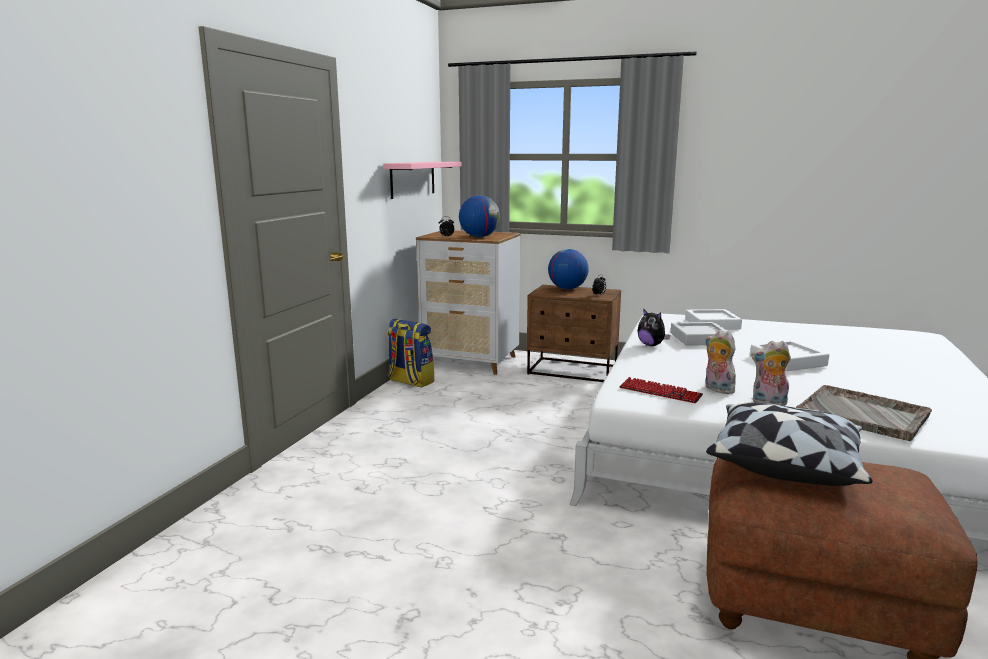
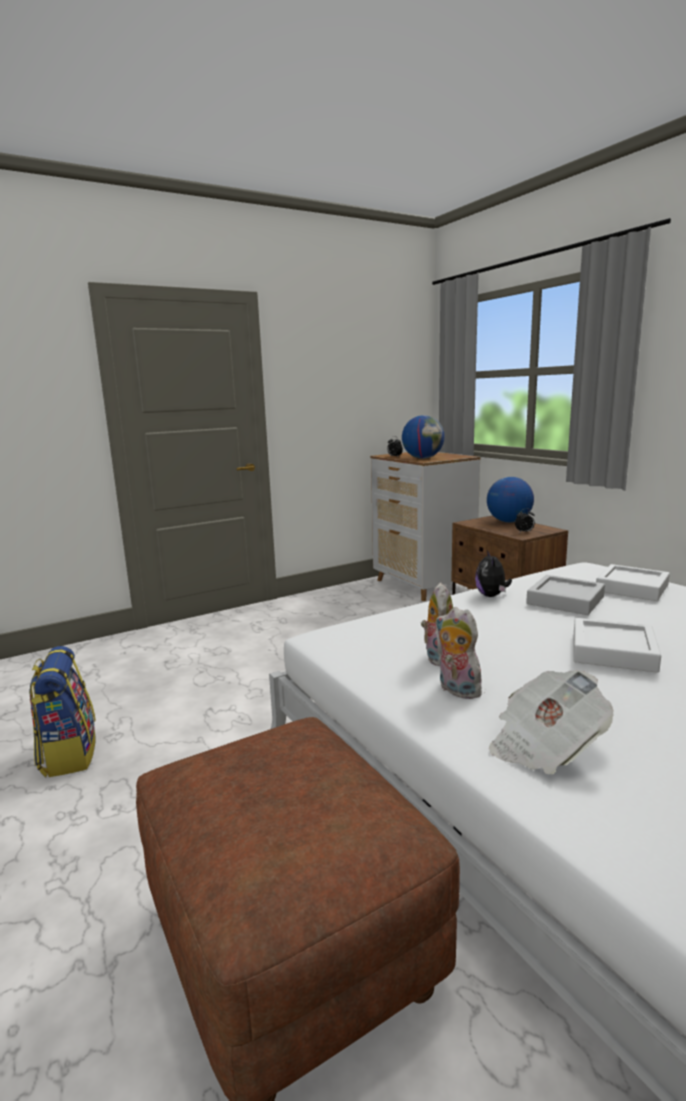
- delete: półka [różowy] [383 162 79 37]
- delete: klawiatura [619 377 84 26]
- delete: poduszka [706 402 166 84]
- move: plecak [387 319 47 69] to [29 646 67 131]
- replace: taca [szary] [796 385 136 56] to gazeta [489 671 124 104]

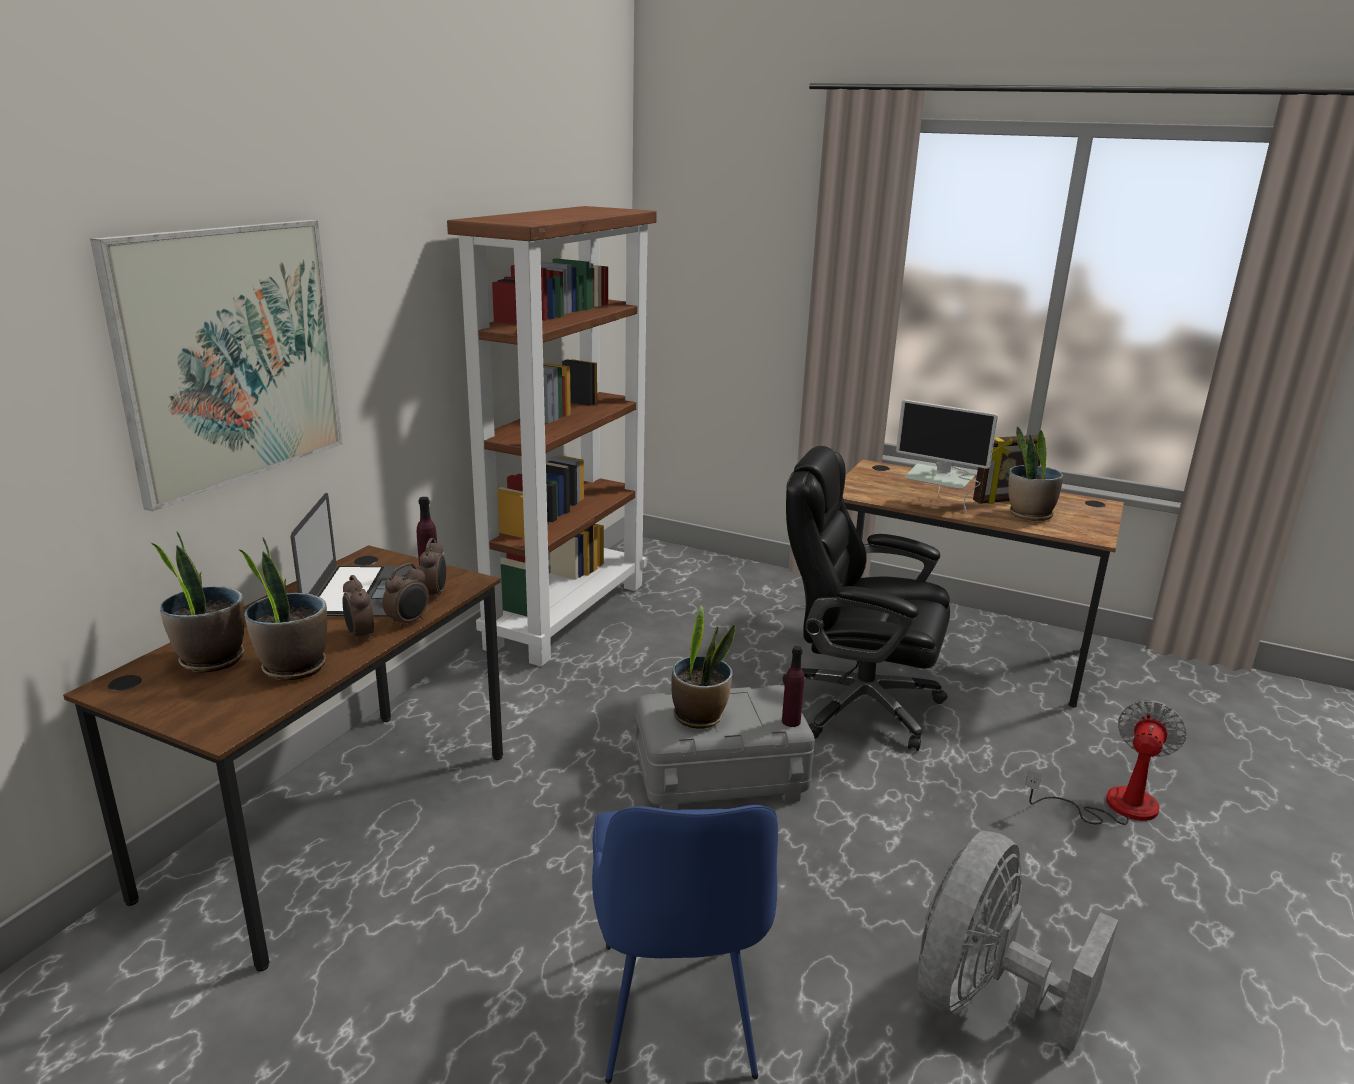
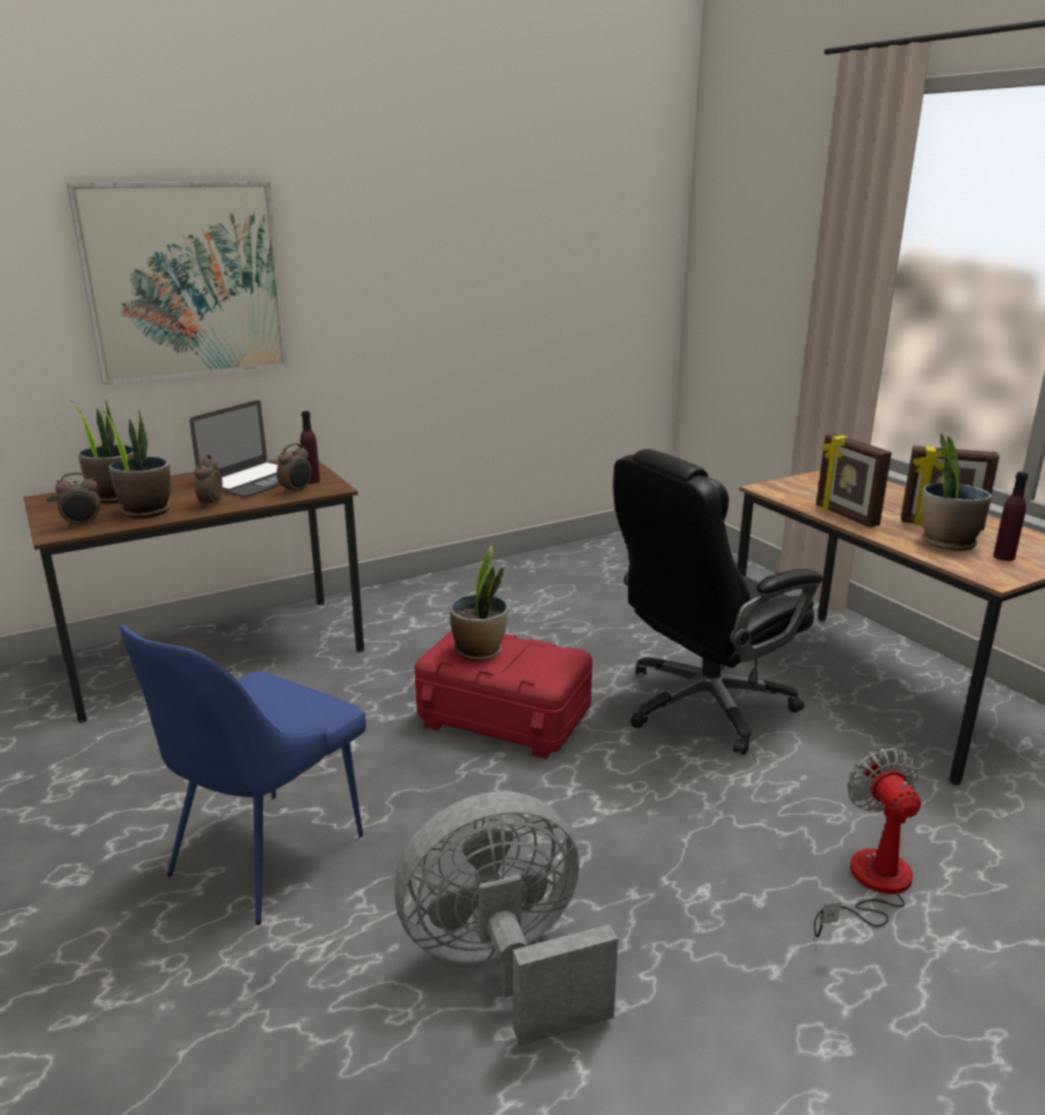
- delete: regał [brązowy] [447 206 210 461]
- move: budzik [382 563 47 66] to [55 473 46 55]
- move: butelka [fioletowy] [782 646 22 81] to [993 472 35 89]
- replace: monitor [896 400 102 113] to ramka na zdjęcie [816 433 76 94]
- recolor: pojemnik do przechowywania [szary] [636 685 179 125] to pojemnik do przechowywania [czerwony] [415 630 178 129]
- rotate: krzesło biurowe [czarny] [783 446 167 305] = [613 449 210 306] 90 degrees counterclockwise
- rotate: wentylator [1025 700 162 125] = [814 748 107 190] 75 degrees counterclockwise

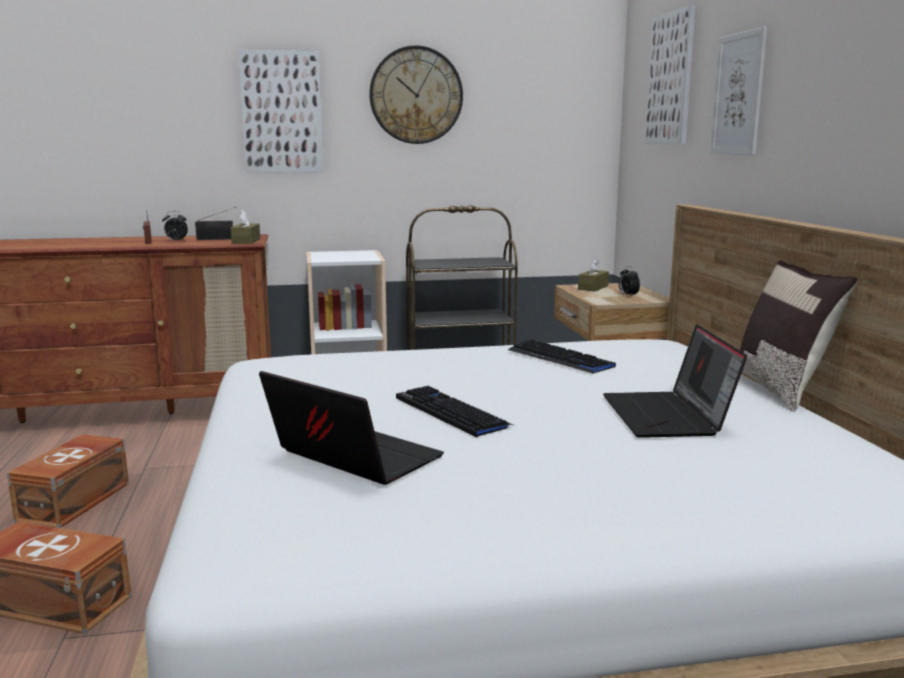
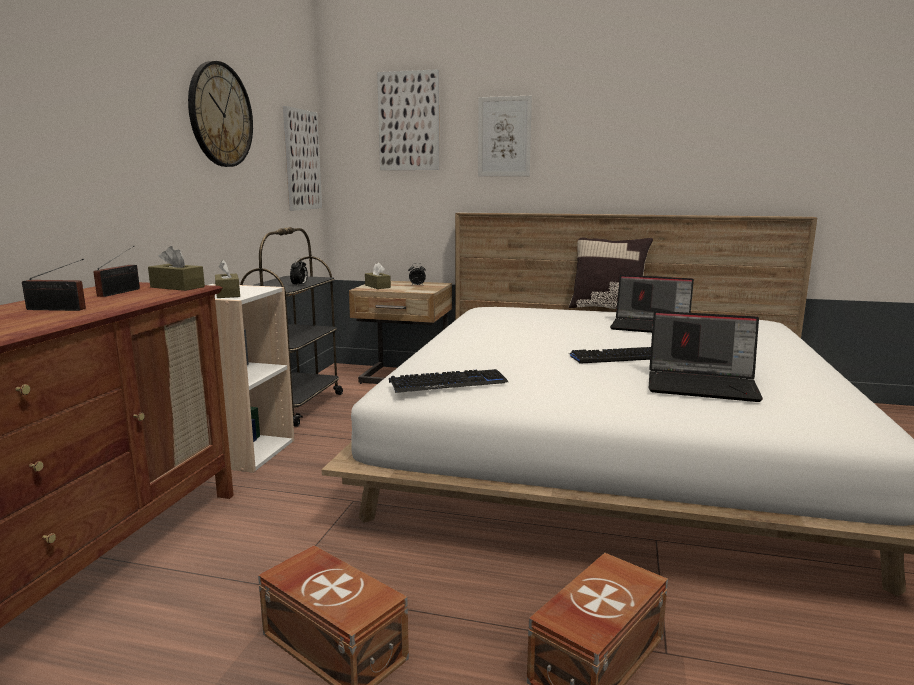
- insert: pudełko chusteczek [brązowy] [215 260 25 38]
- move: budzik [162 211 26 31] to [290 258 18 29]
- move: obraz [238 50 86 123] to [283 106 39 105]
- move: klawiatura [508 340 108 33] to [389 369 119 24]
- rotate: laptop [259 371 185 114] = [649 311 114 91] 135 degrees counterclockwise

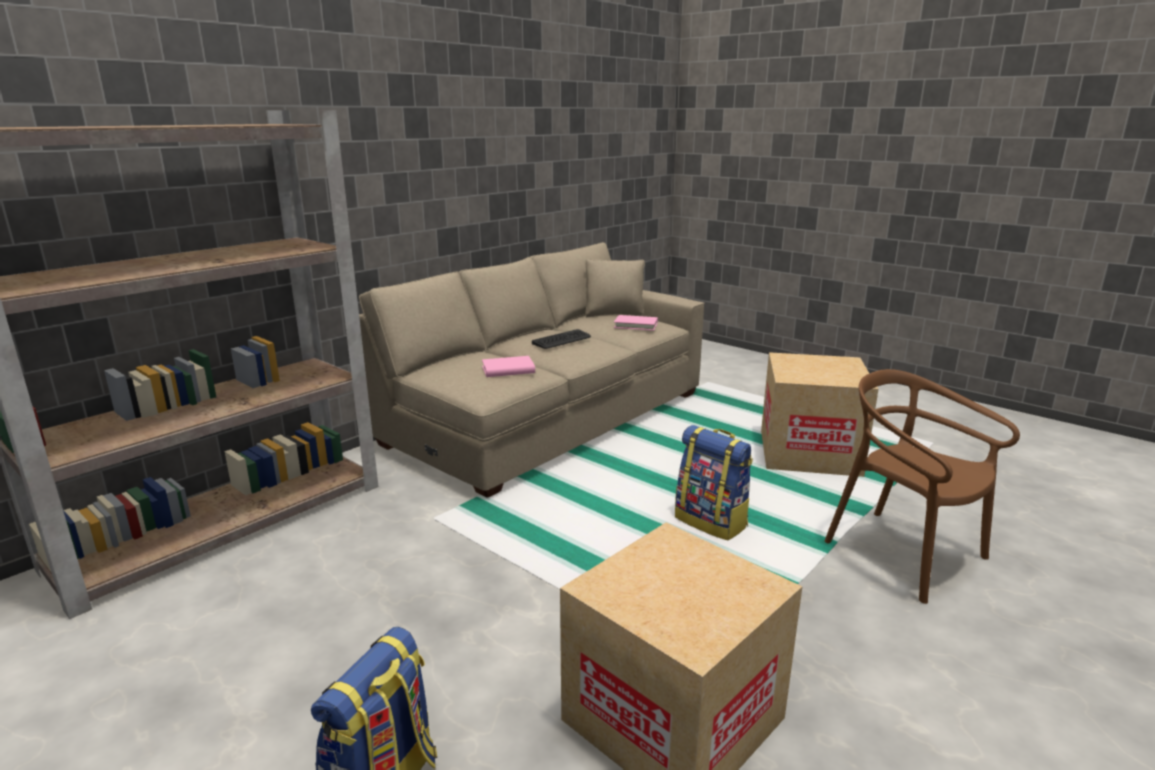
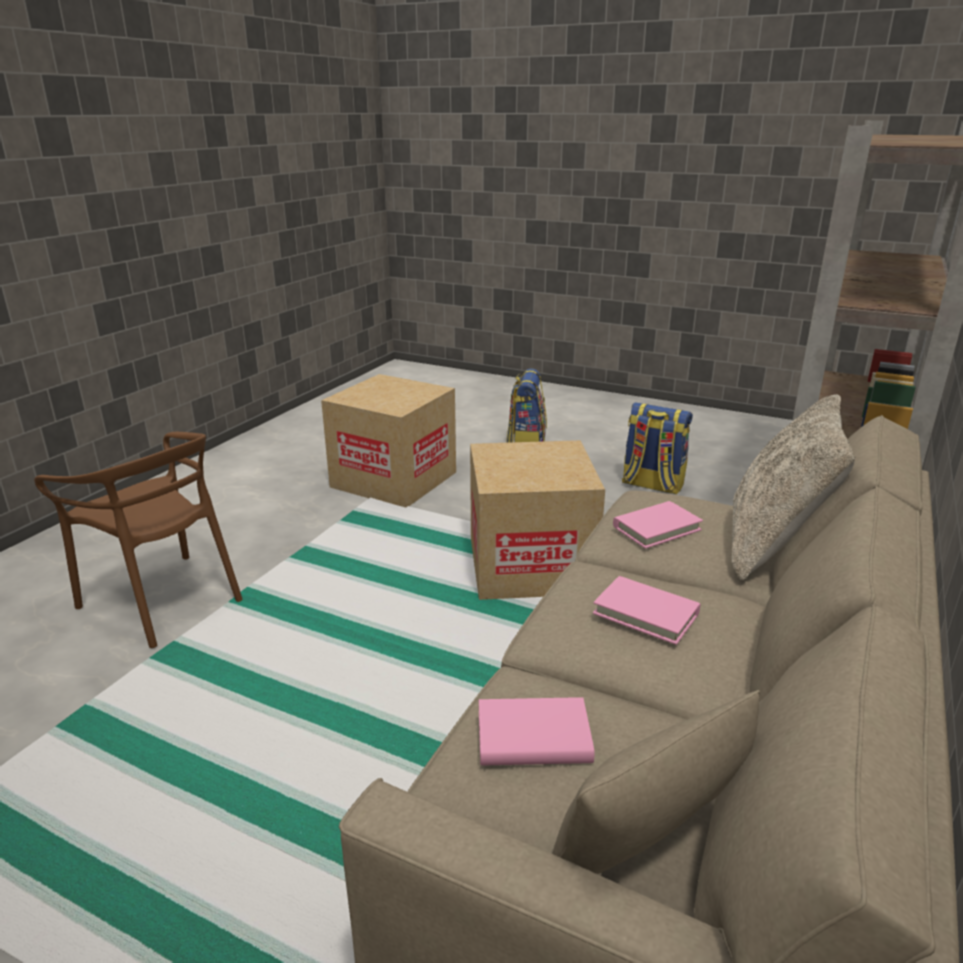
- insert: poduszka [beżowy] [732 394 123 186]
- move: plecak [675 425 78 115] to [622 402 71 93]
- move: karton [761 352 117 125] to [470 440 135 160]
- replace: klawiatura [532 329 59 20] to książka [różowy] [593 576 108 69]

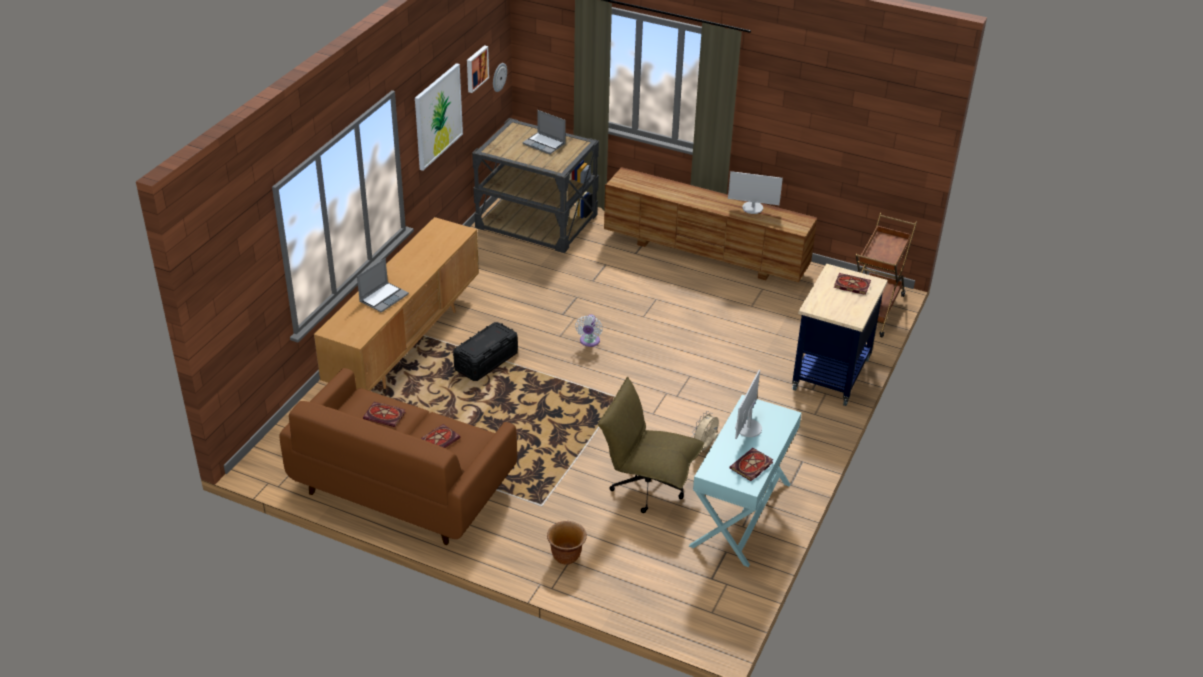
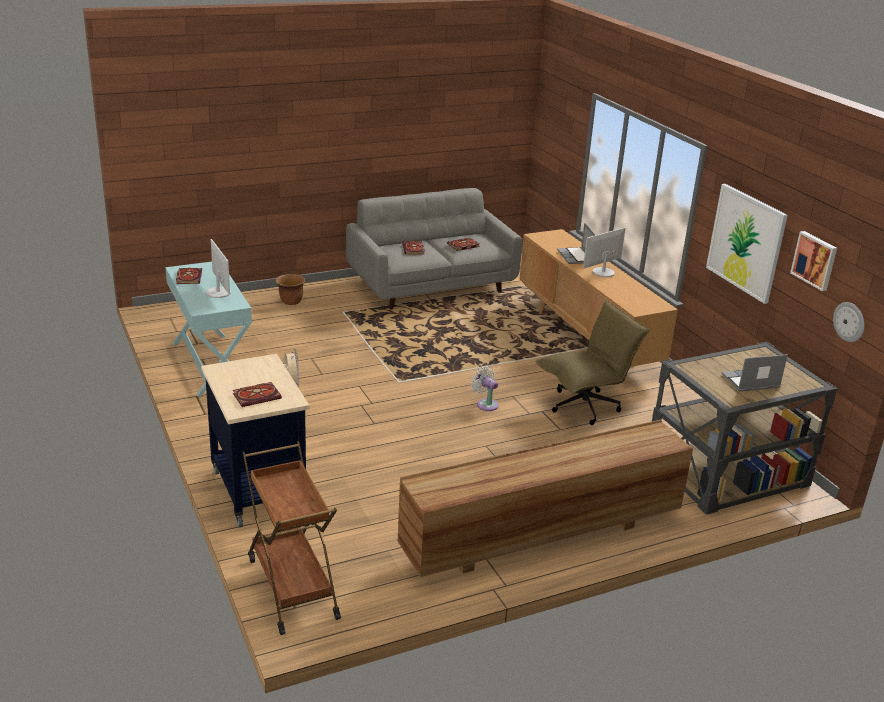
- delete: pojemnik do przechowywania [czarny] [453 322 65 59]
- move: krzesło biurowe [beżowy] [598 377 106 136] to [535 301 114 124]
- move: monitor [728 171 55 43] to [583 227 42 50]
- recolor: kanapa [brązowy] [279 368 238 177] to kanapa [szary] [346 188 176 121]

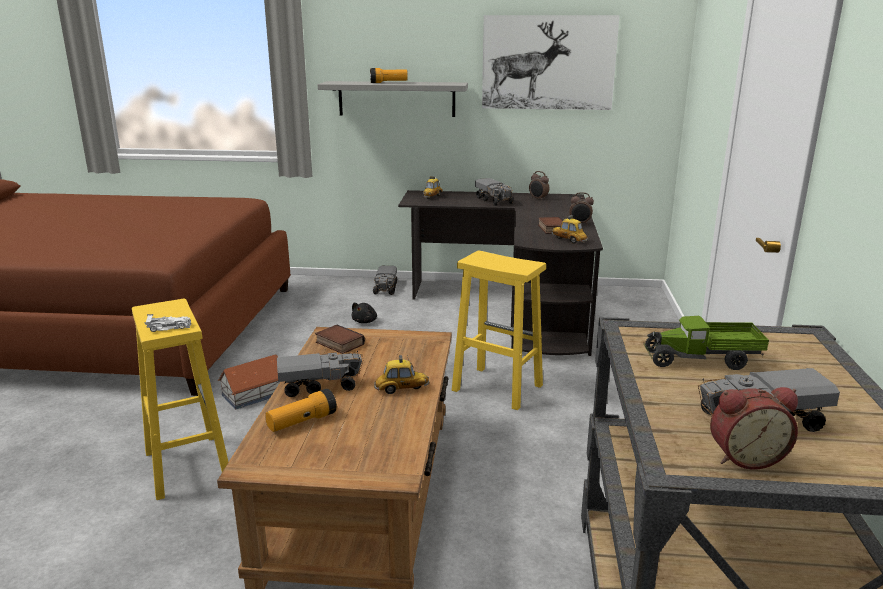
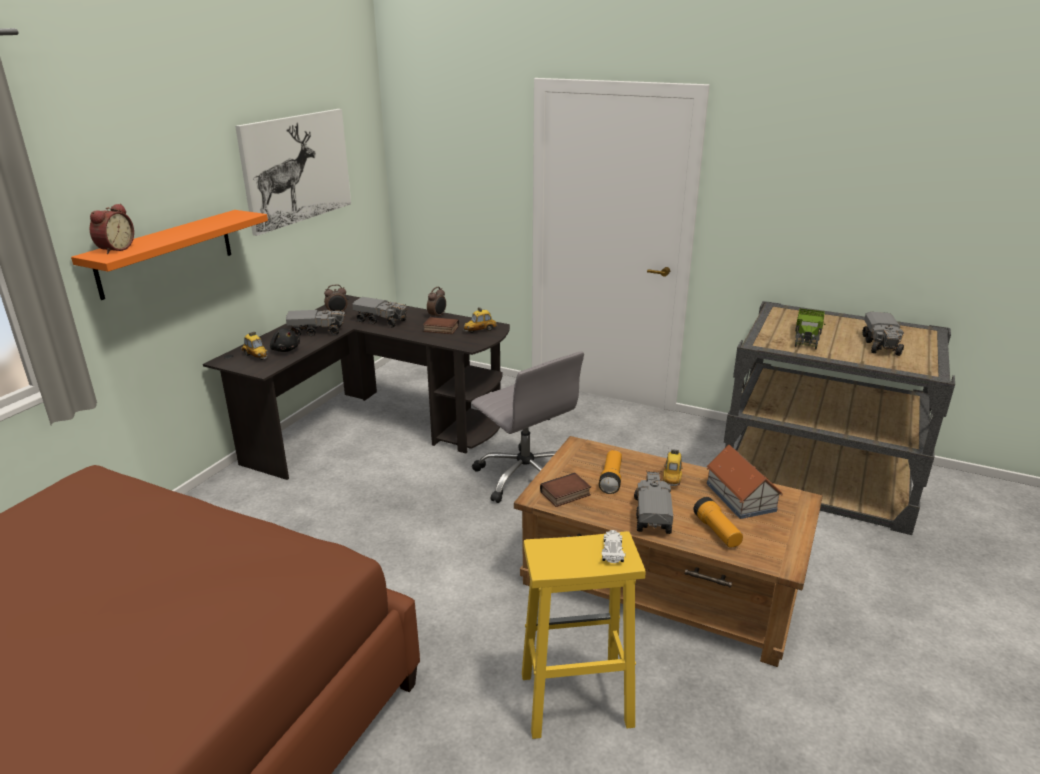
- move: domek [218 354 62 56] to [707 445 76 74]
- move: pluszak [czarny] [351 303 26 20] to [270 327 30 25]
- move: latarka [370 68 38 15] to [599 450 23 44]
- move: ciężarówka zabawkowa [373 266 24 29] to [352 297 56 30]
- move: budzik [710 387 88 83] to [90 203 44 51]
- replace: stołek [żółty] [452 251 94 159] to krzesło biurowe [szary] [471 351 113 152]
- recolor: półka [szary] [318 81 150 36] to półka [pomarańczowy] [71 210 197 90]

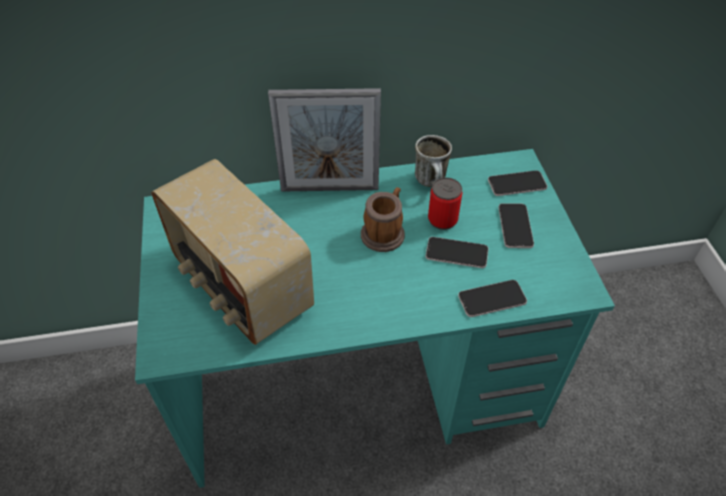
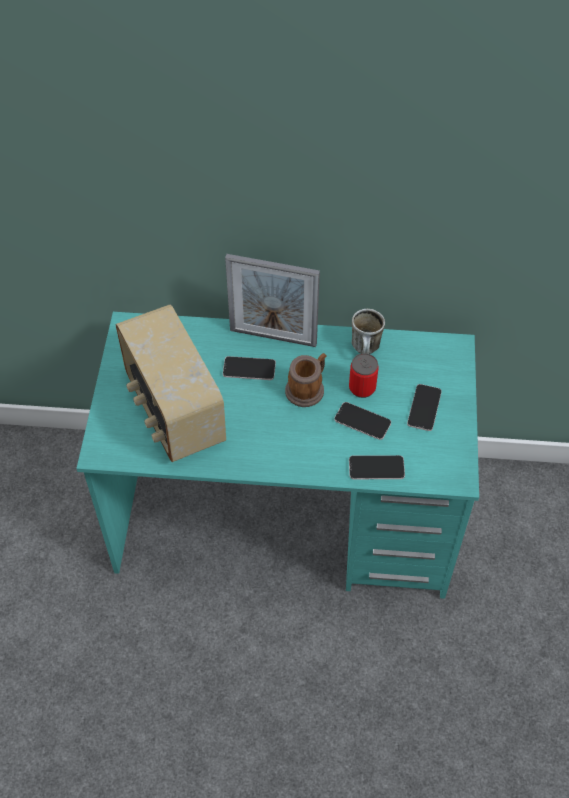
- move: telefon [488 170 59 26] to [223 356 53 24]

